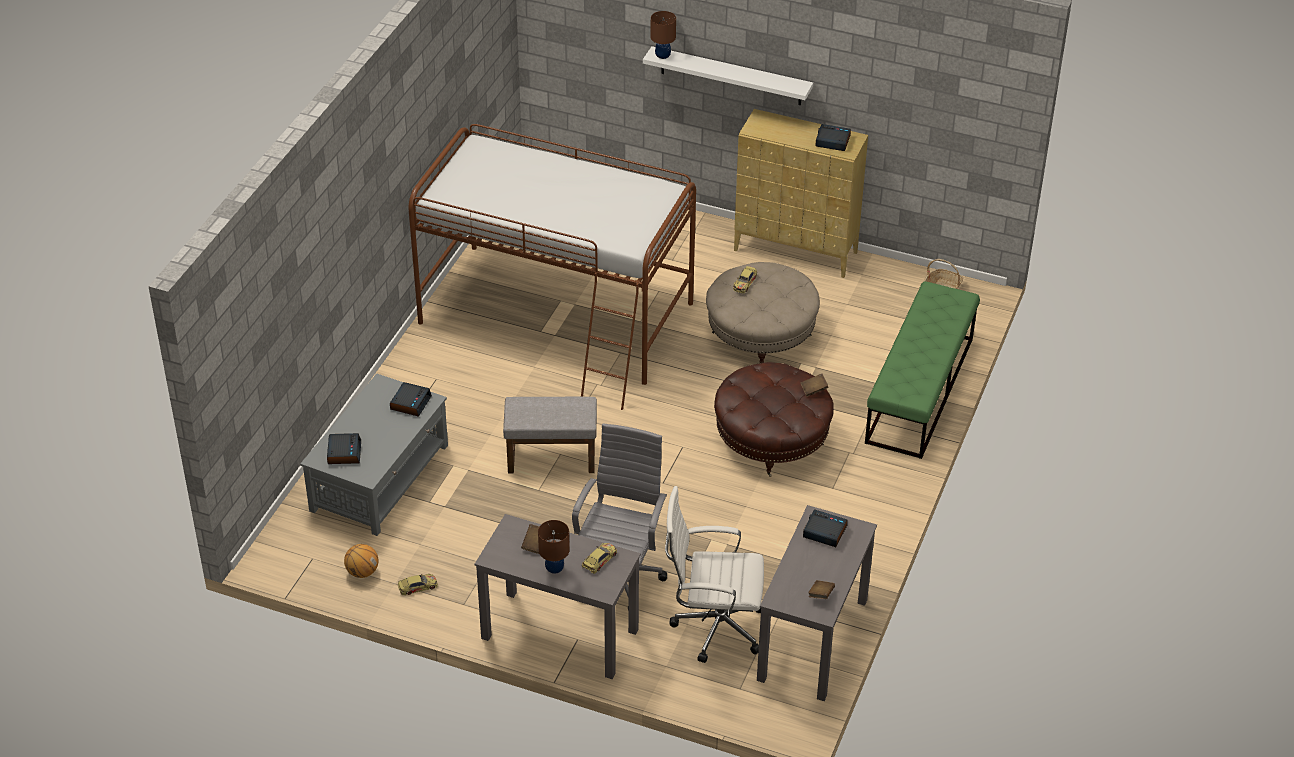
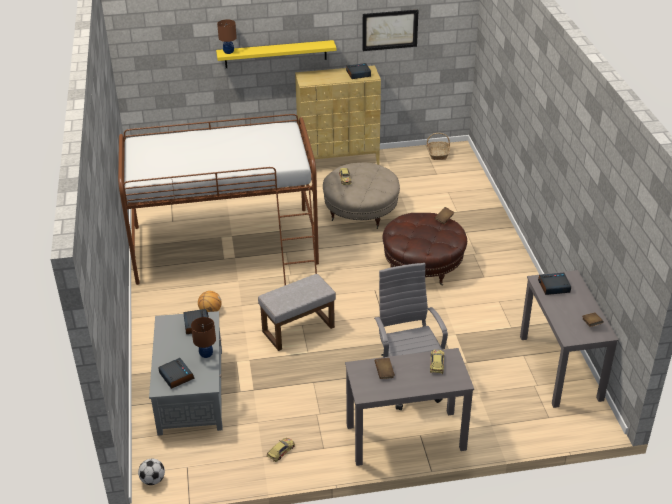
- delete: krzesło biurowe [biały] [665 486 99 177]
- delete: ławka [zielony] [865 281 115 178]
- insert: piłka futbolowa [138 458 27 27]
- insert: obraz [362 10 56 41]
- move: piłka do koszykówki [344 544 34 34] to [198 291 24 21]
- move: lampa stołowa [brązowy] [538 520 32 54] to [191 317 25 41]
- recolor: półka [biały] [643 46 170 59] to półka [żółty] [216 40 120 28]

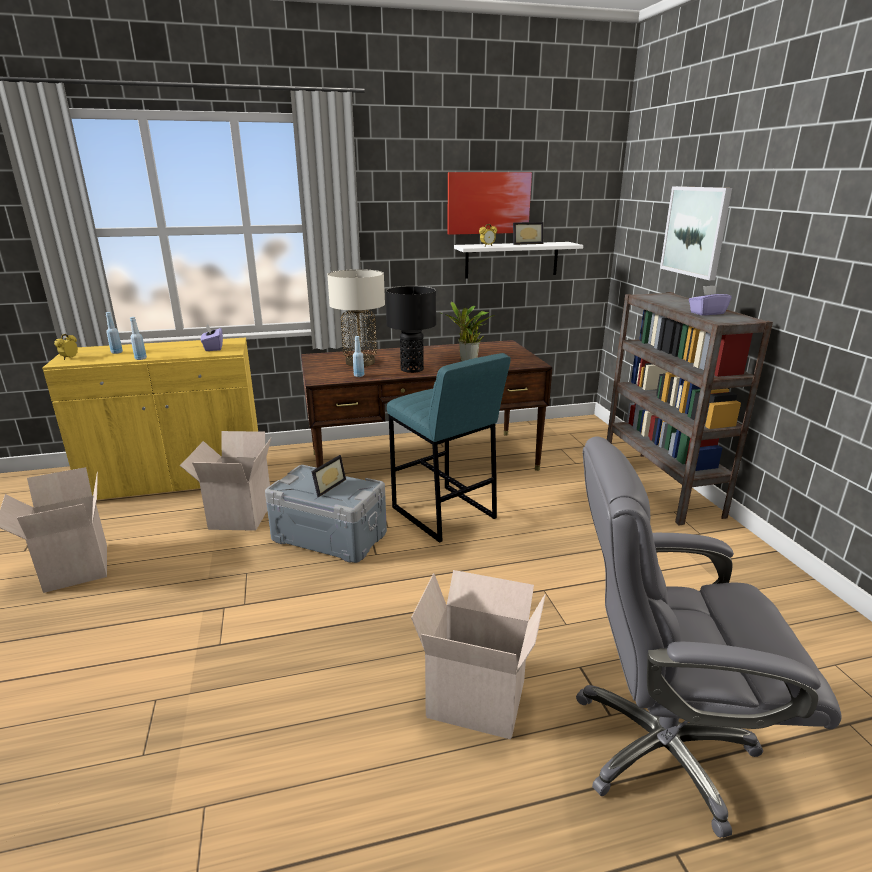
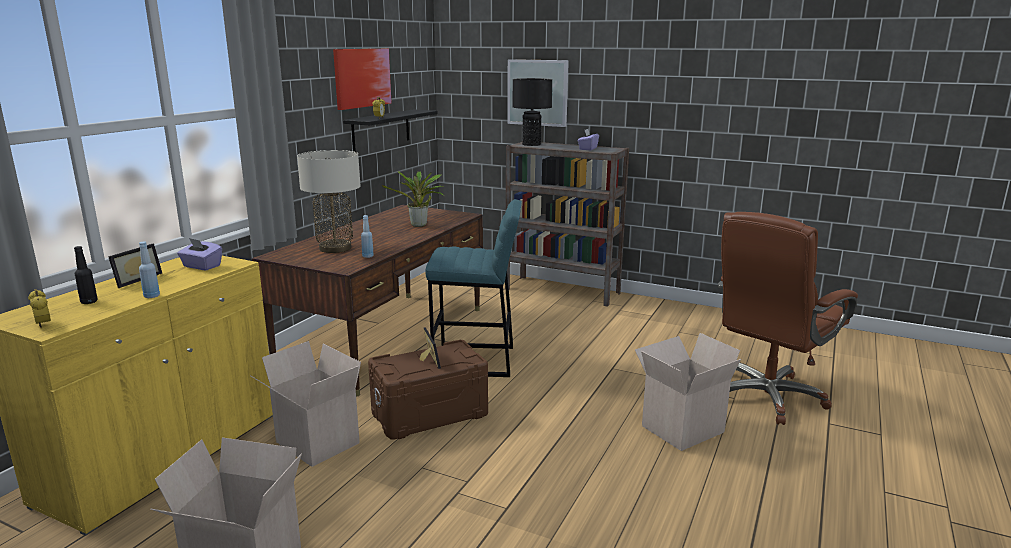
- move: lampa stołowa [czarny] [386 286 50 87] to [512 78 40 68]
- move: ramka na zdjęcie [513 222 31 23] to [108 244 54 44]
- recolor: butelka [niebieski] [106 312 17 42] to butelka [czarny] [74 246 24 58]
- recolor: pojemnik do przechowywania [szary] [265 465 122 98] to pojemnik do przechowywania [brązowy] [368 340 120 100]
- recolor: półka [biały] [454 242 129 37] to półka [czarny] [343 109 95 43]
- recolor: krzesło biurowe [szary] [576 437 266 401] to krzesło biurowe [brązowy] [718 212 140 213]

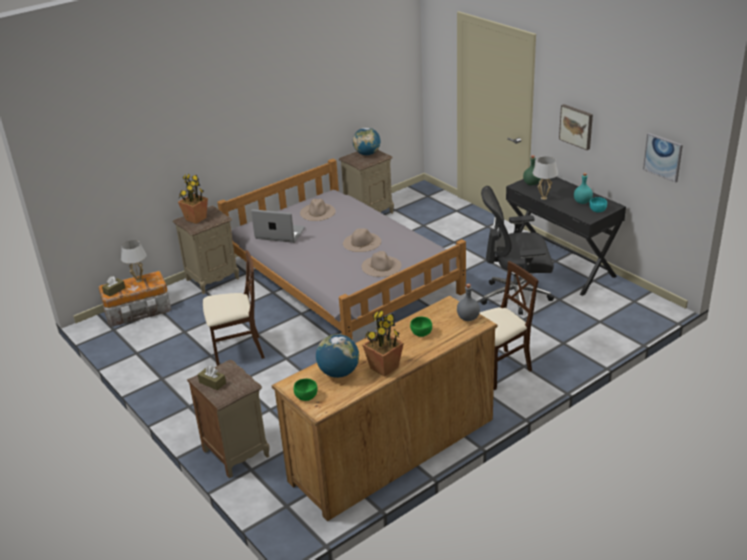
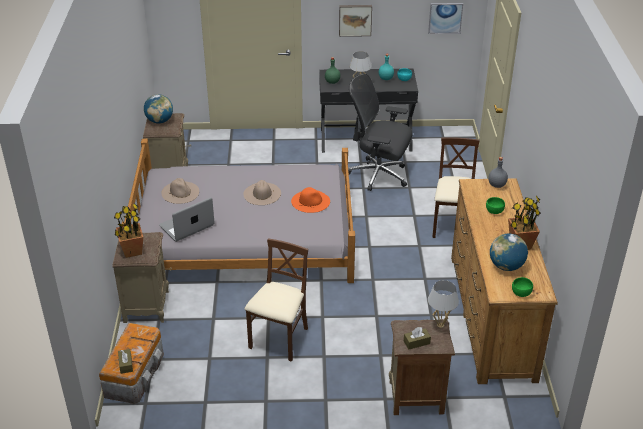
- move: lampa stołowa [biały] [121 240 26 42] to [428 280 31 48]
- recolor: kapelusz [beżowy] [362 251 39 26] to kapelusz [pomarańczowy] [291 187 39 26]
- rotate: krzesło biurowe [480 186 74 129] = [348 74 65 117] 75 degrees clockwise

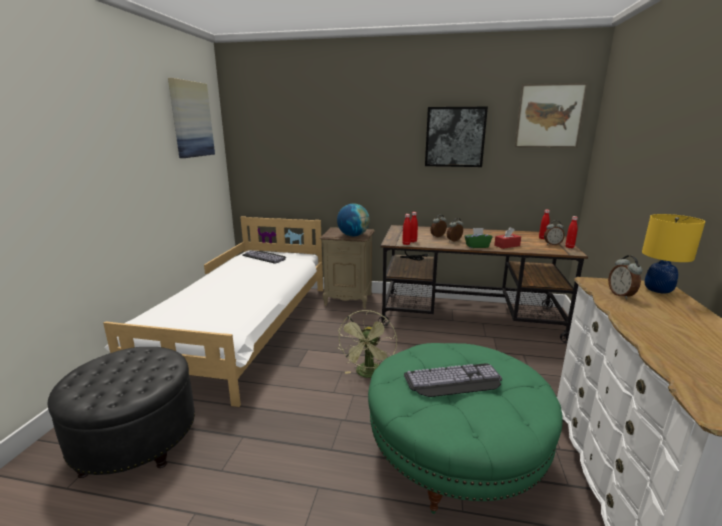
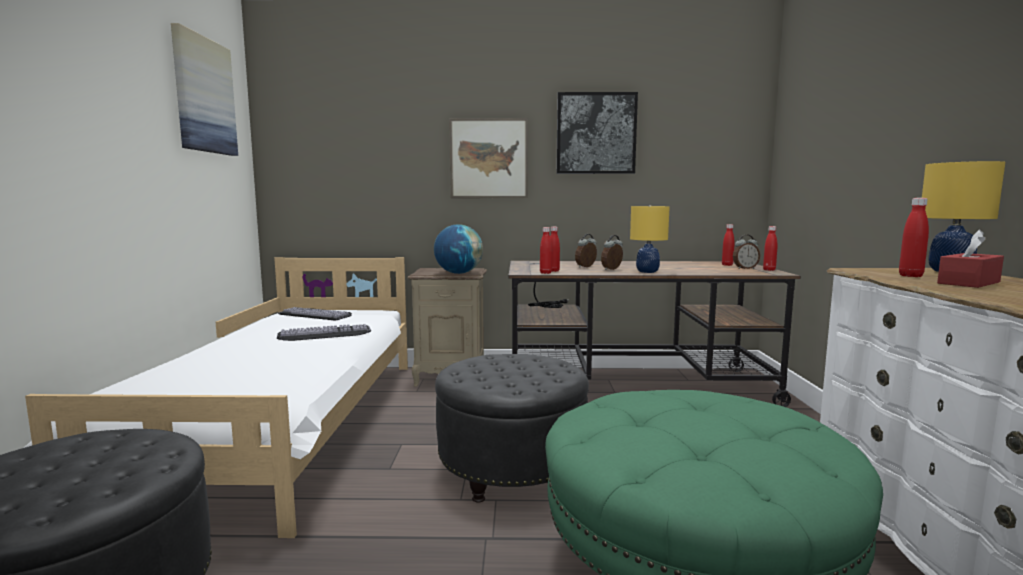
- move: klawiatura [404 363 98 34] to [277 324 94 17]
- move: pudełko chusteczek [czerwony] [494 227 27 22] to [937 230 67 58]
- move: obraz [514 83 74 65] to [449 118 79 80]
- replace: wentylator [zielony] [337 310 60 68] to pufa [czarny] [435 354 154 148]
- replace: pudełko chusteczek [zielony] [465 228 27 20] to lampa stołowa [żółty] [630 205 40 68]
- replace: budzik [608 255 35 44] to butelka [czerwony] [899 198 30 79]

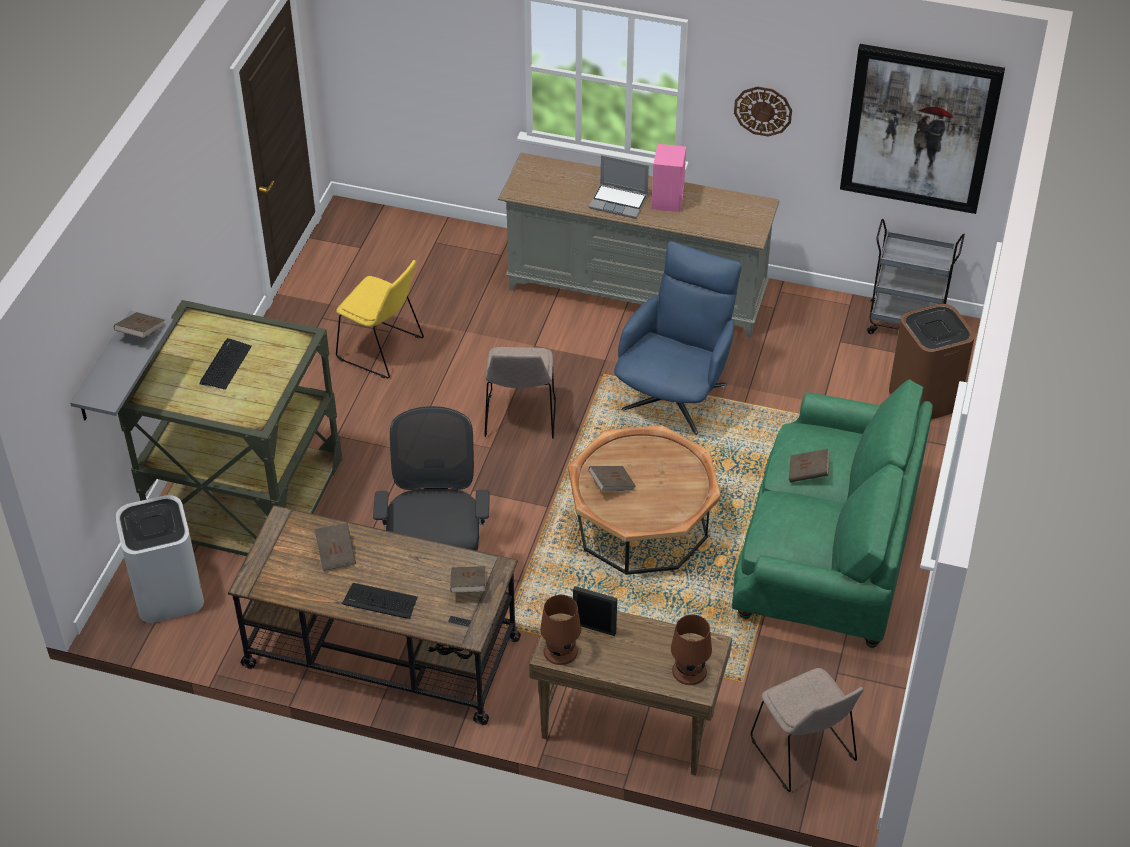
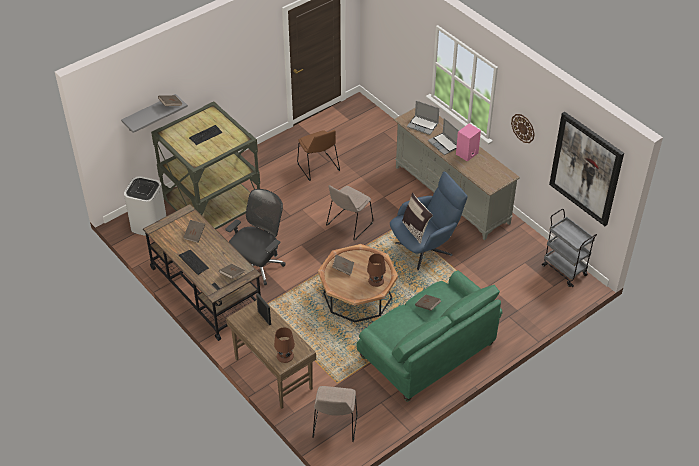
- delete: kosz na śmieci [brązowy] [889 304 86 116]
- insert: poduszka [402 192 31 52]
- insert: laptop [407 101 32 34]
- move: lampa stołowa [brązowy] [540 595 41 70] to [367 254 19 33]
- recolor: krzesło [żółty] [336 260 88 118] to krzesło [brązowy] [297 130 43 51]

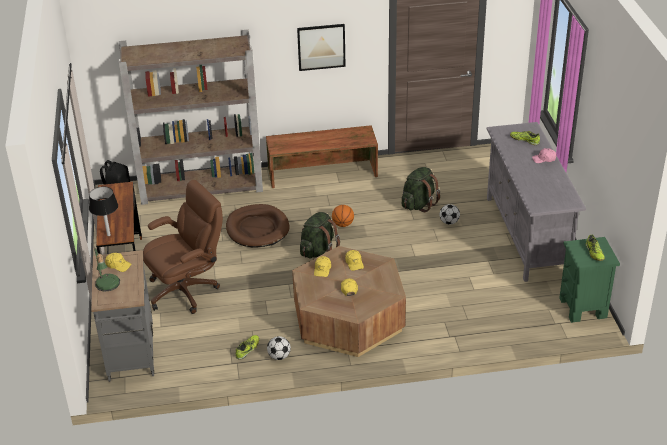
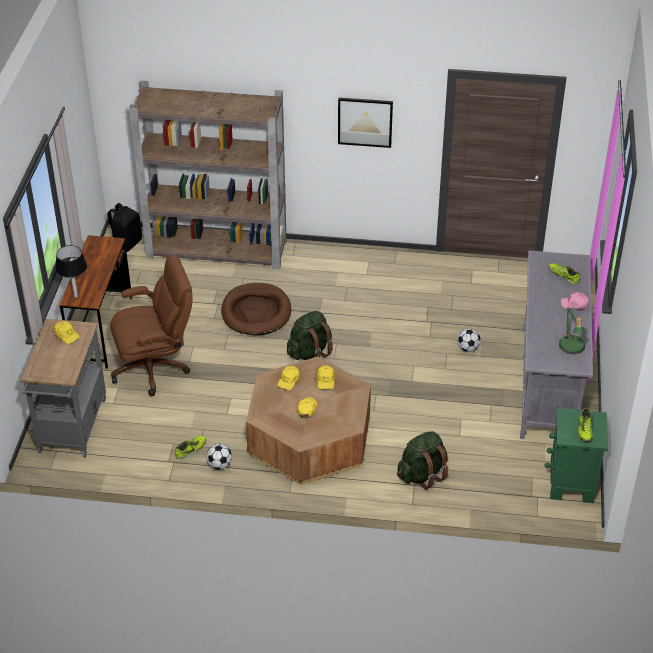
- delete: ławka [brązowy] [266 125 112 63]
- delete: piłka do koszykówki [332 205 22 22]
- move: lampa stołowa [94 247 26 44] to [559 307 26 47]
- move: plecak [zielony] [402 167 38 45] to [397 431 51 59]

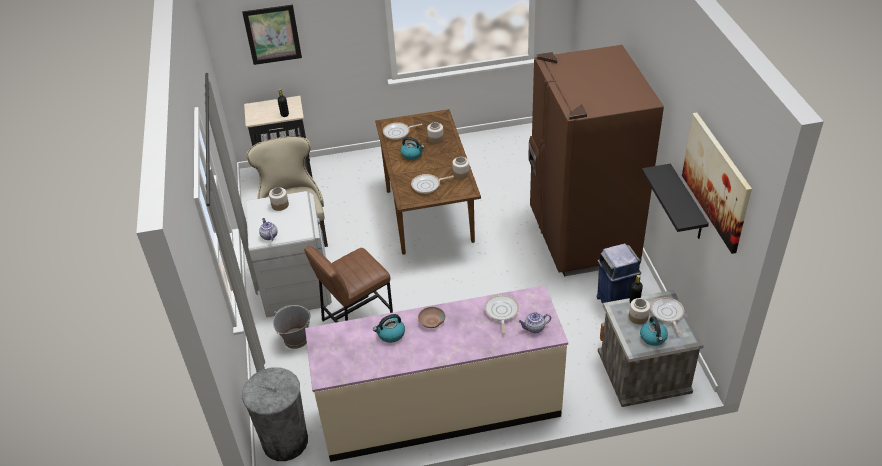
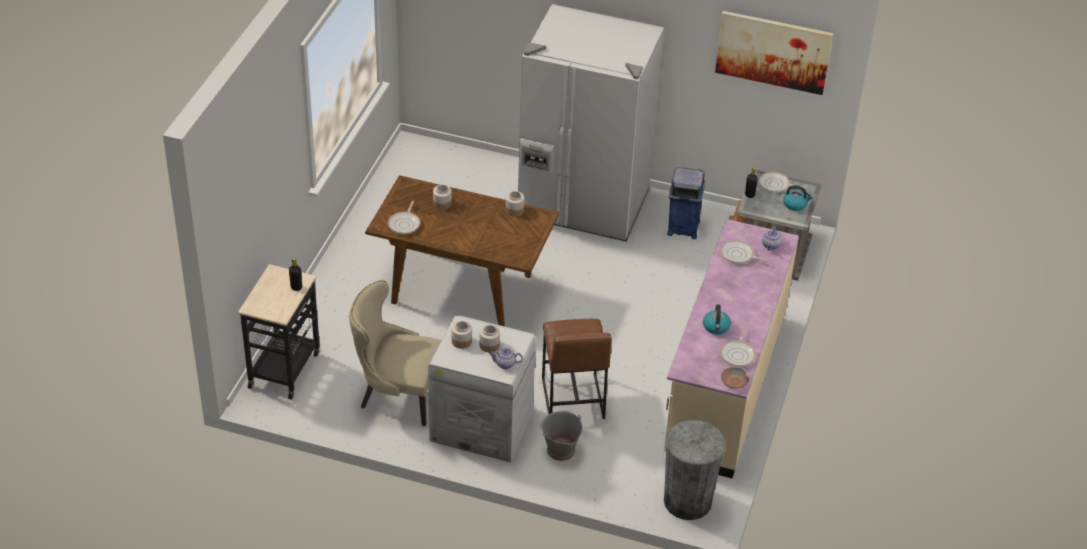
- delete: obraz [242 5 60 60]
- delete: czajnik [400 137 24 23]
- delete: półka [czarny] [642 164 67 75]
- move: patelnia [411 174 43 20] to [720 328 36 39]
- move: miska [brązowy] [418 307 28 21] to [721 367 28 22]
- move: słoik [629 298 21 26] to [479 325 21 27]
- recolor: lodówka [brązowy] [528 45 136 232] to lodówka [biały] [518 4 146 238]

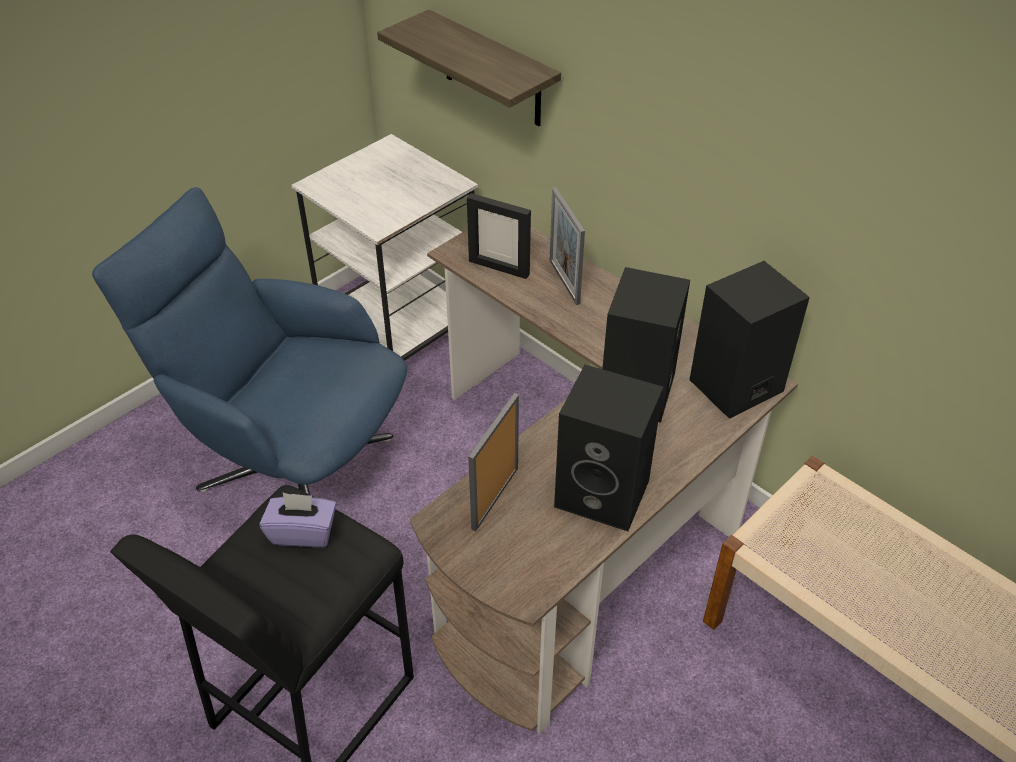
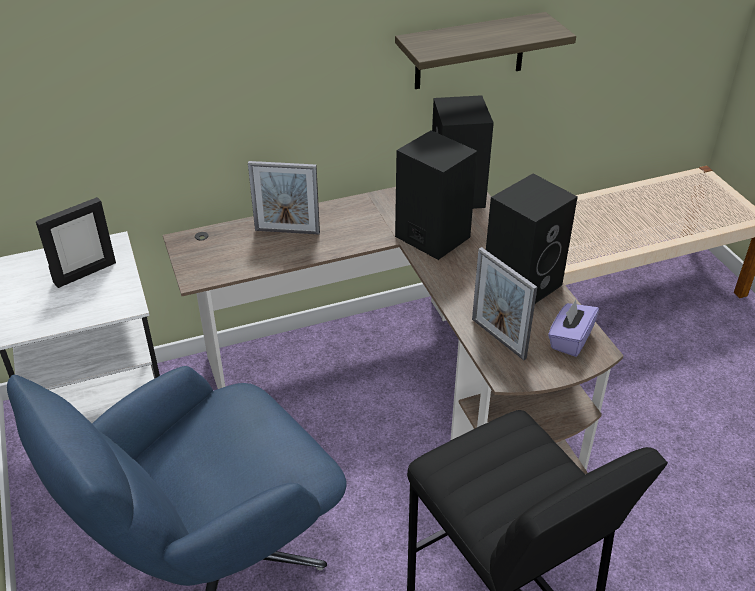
- move: pudełko chusteczek [fioletowy] [260 493 77 54] to [548 300 51 57]
- move: półka [377 10 184 116] to [395 12 181 77]
- move: ramka na zdjęcie [467 193 64 86] to [36 197 80 91]

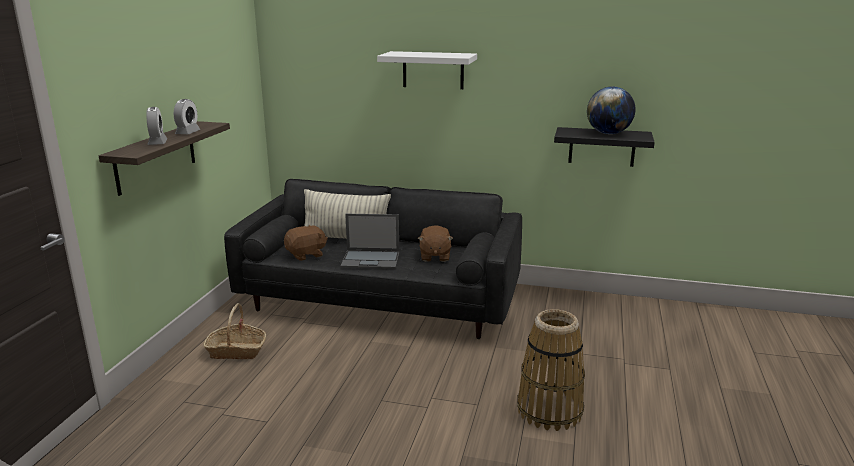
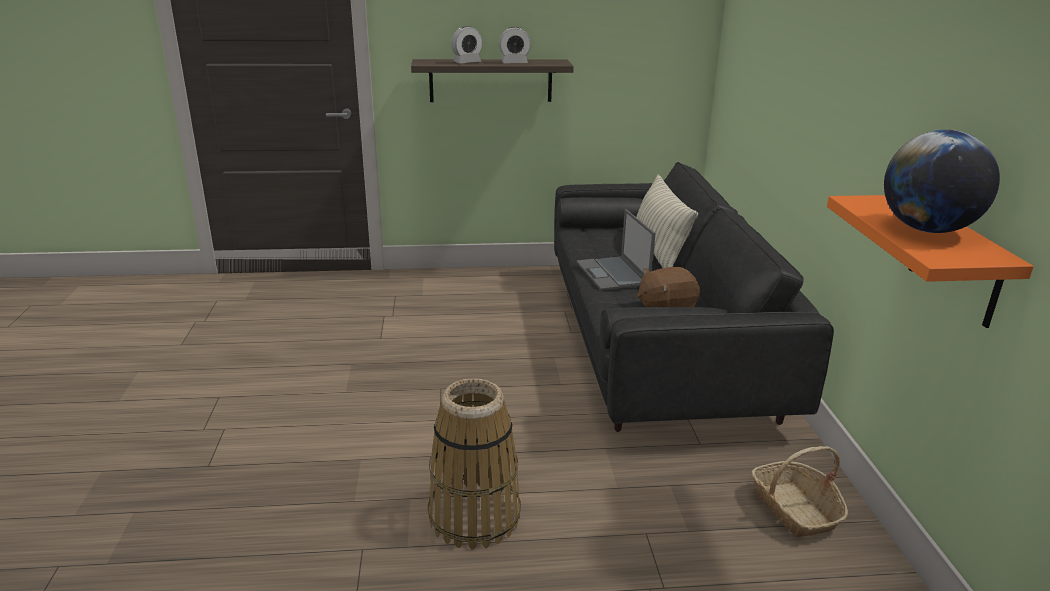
- delete: pluszak [brązowy] [284 224 44 37]
- delete: półka [biały] [377 51 100 38]
- move: koszyk [203 303 63 56] to [751 446 97 91]
- recolor: półka [czarny] [554 127 101 40] to półka [pomarańczowy] [827 195 207 133]

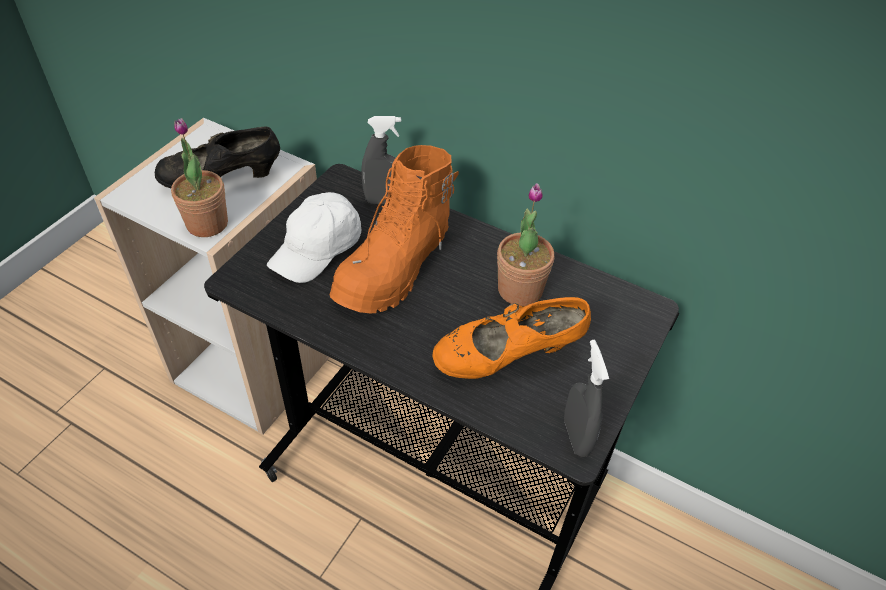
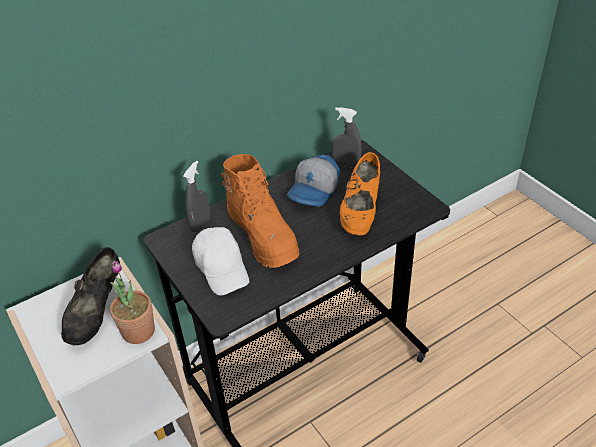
- move: spryskiwacz [szary] [564 340 45 117] to [332 107 30 61]
- replace: roślina doniczkowa [497 183 57 123] to czapka z daszkiem [287 154 53 53]

